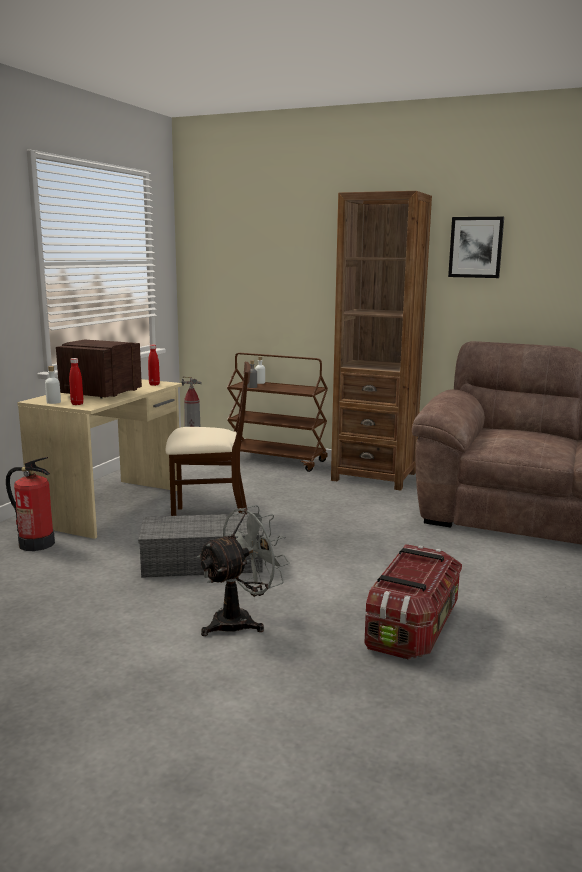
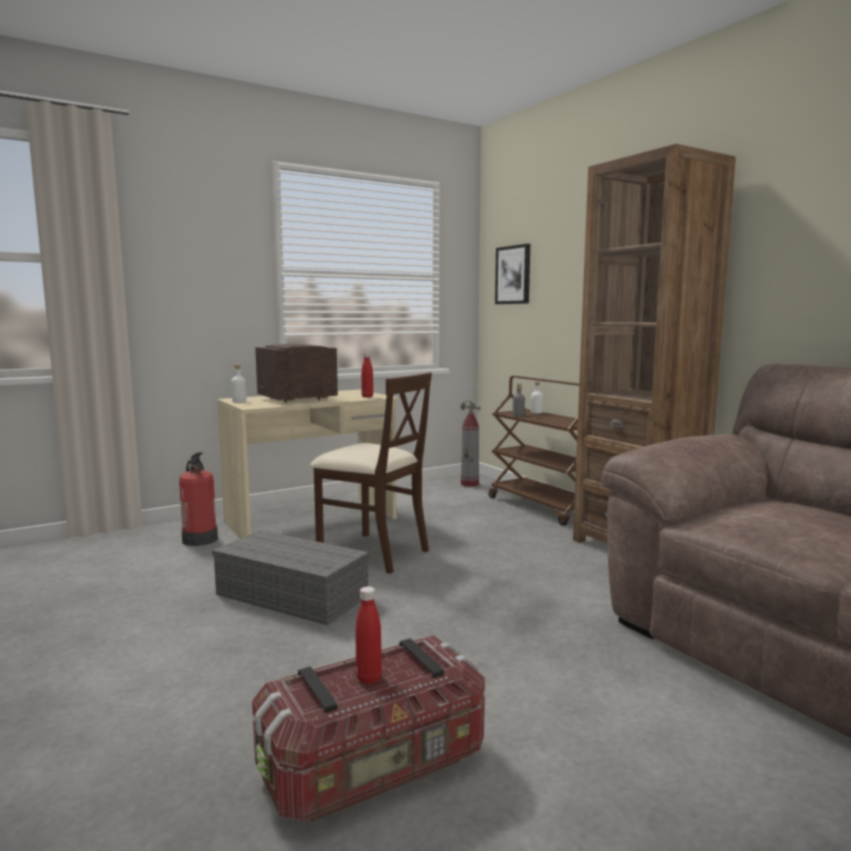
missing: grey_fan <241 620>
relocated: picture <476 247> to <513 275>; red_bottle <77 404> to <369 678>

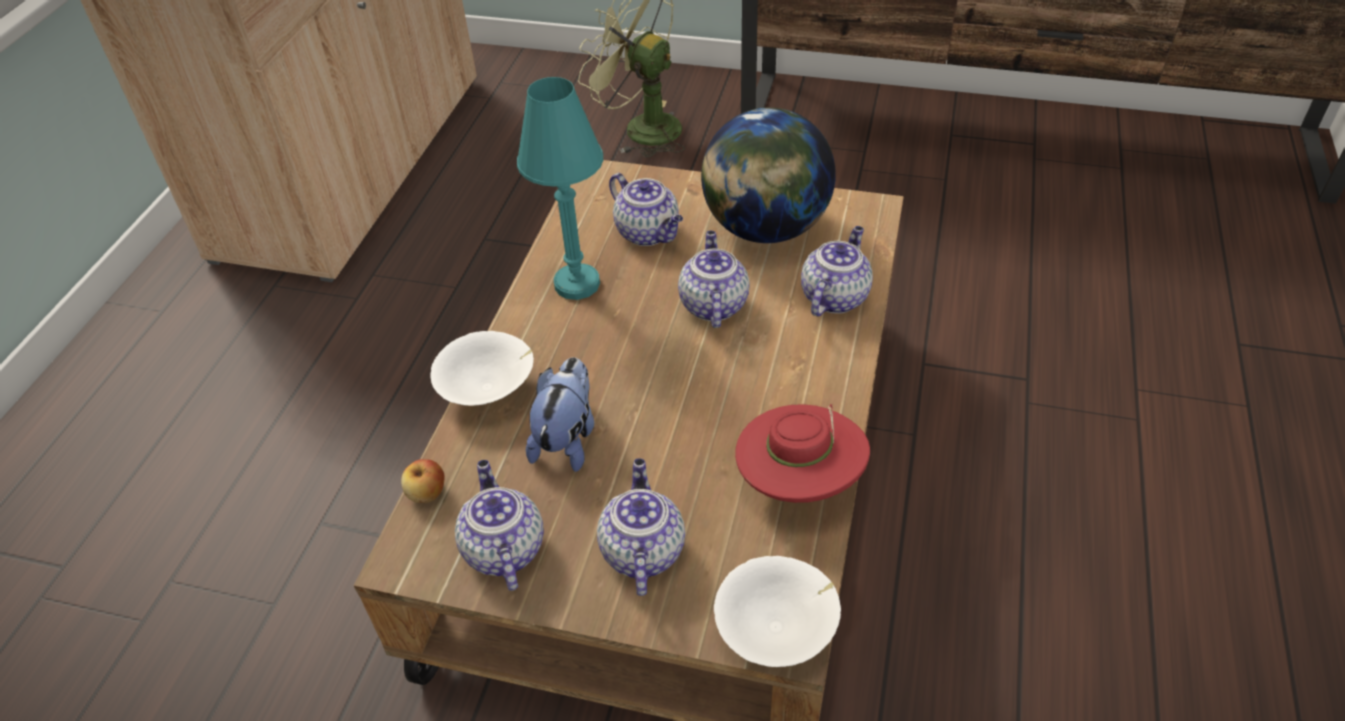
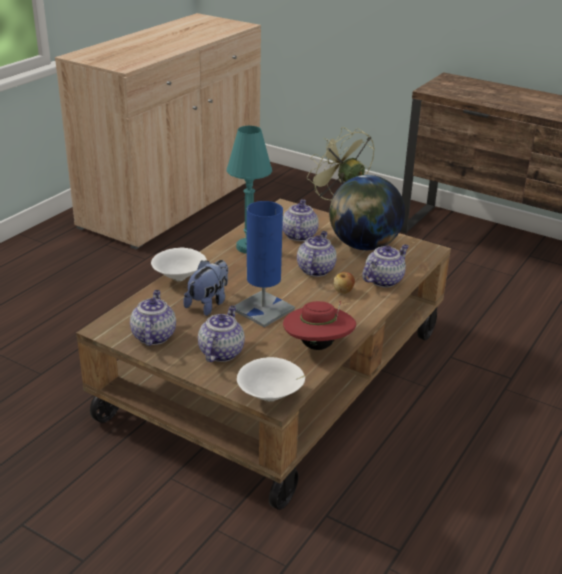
appeared: blue_table_lamp <263 309>
relocated: apple <427 493> to <343 291>
spun: teapot <649 233> = <299 235> 150 degrees counterclockwise

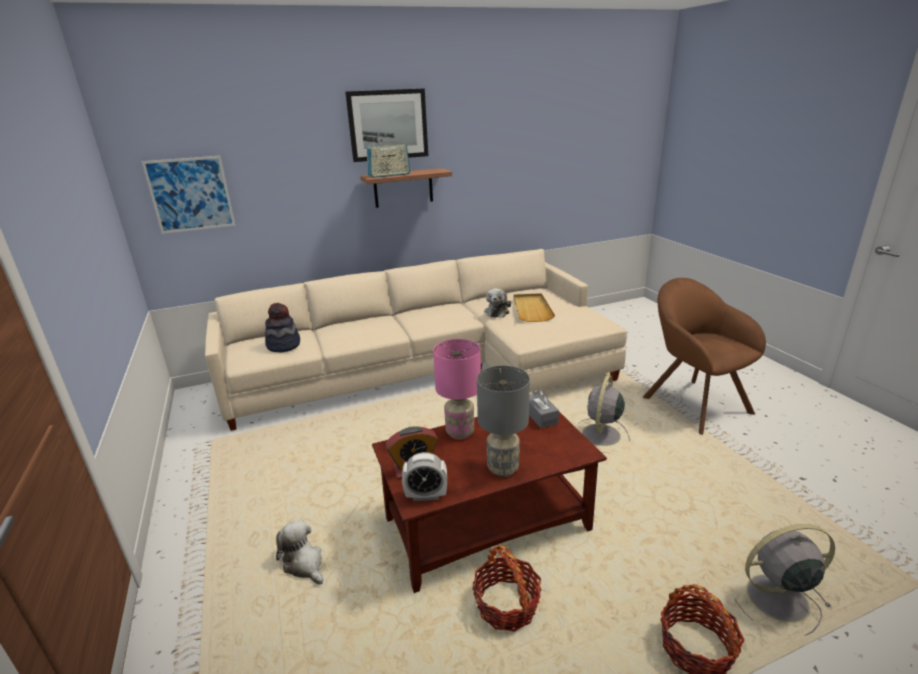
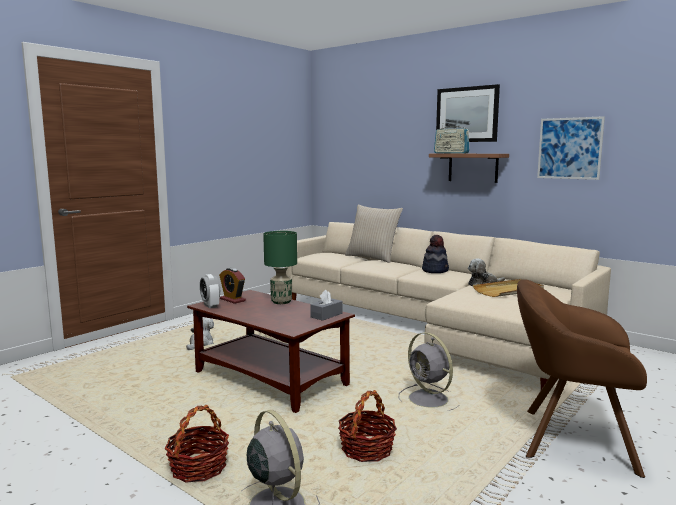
missing: grey_table_lamp <503 469>
appeared: beige_pillow <372 258>
relocated: picture <190 194> to <569 148>; hat <283 345> to <435 270>; basket <507 605> to <366 449>
colour: pink_table_lamp <459 432> to green_table_lamp <281 302>
spun: brown_armchair <692 402> = <571 439> 105 degrees counterclockwise; grey_fan <600 436> = <429 400> 120 degrees counterclockwise

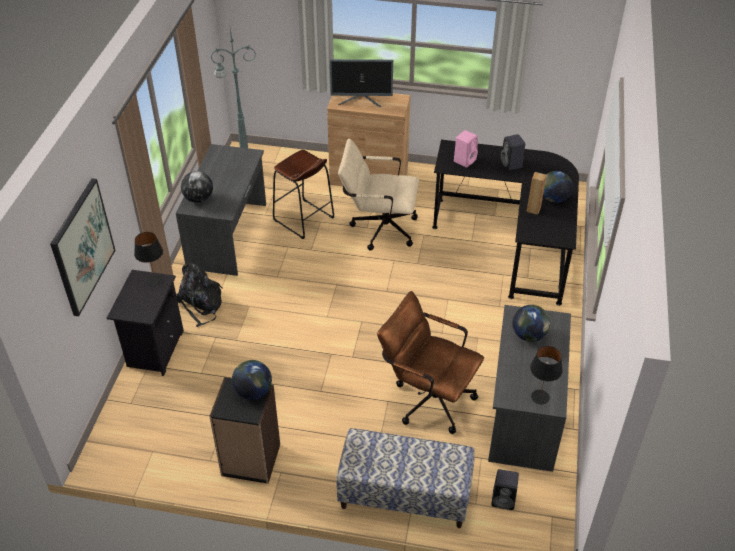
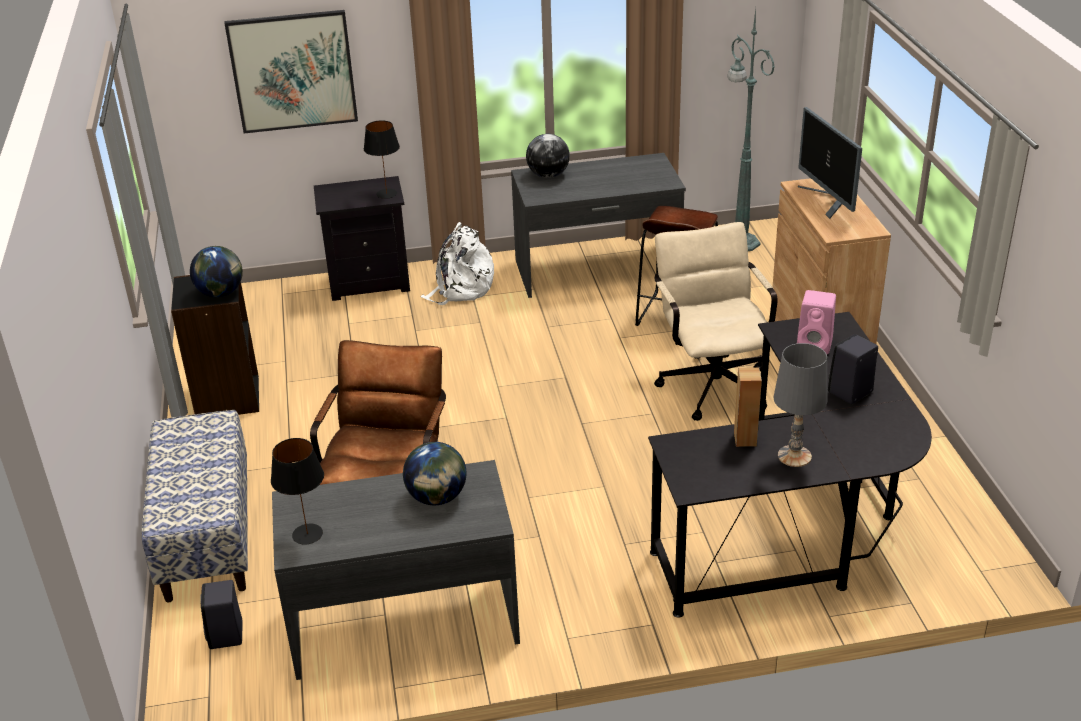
exchanged: globe <553 199> to grey_table_lamp <794 456>
colour: black_backpack <201 304> to white_backpack <461 289>

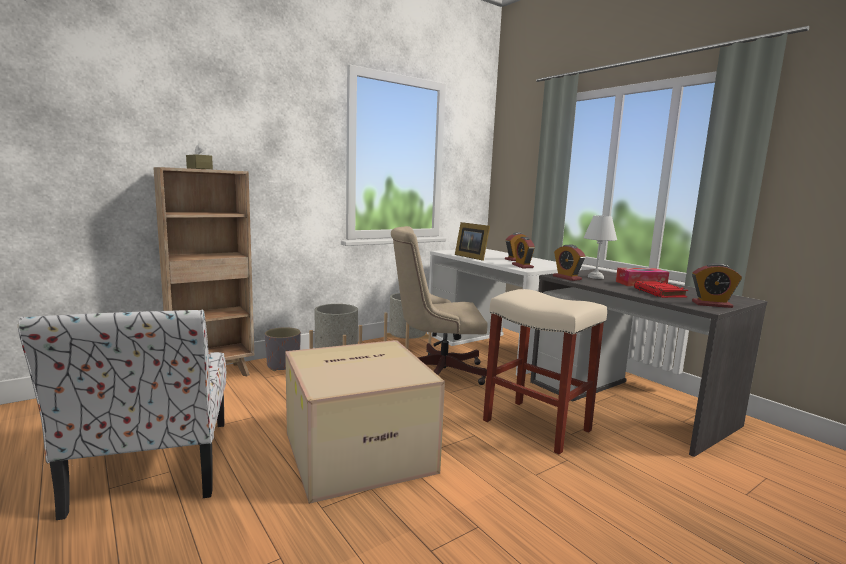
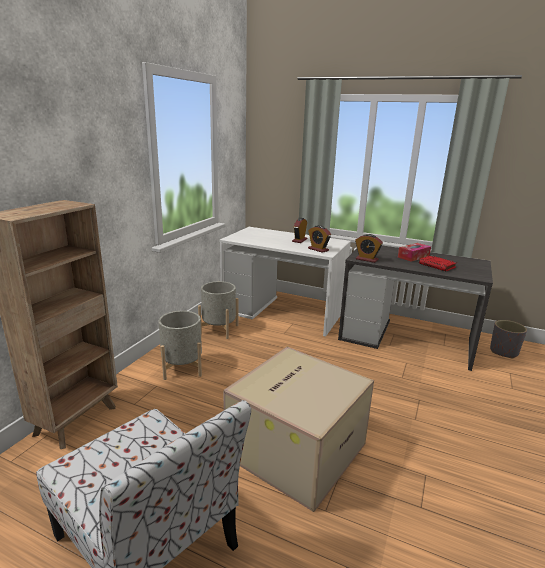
missing: brown_tissue_box <199 168>; white_table_lamp <594 277>; picture_frame <471 257>; beige_office_chair <436 371>; alarm_clock <711 304>; beige_stool <535 425>
relocated: grey_planter <283 365> to <503 351>

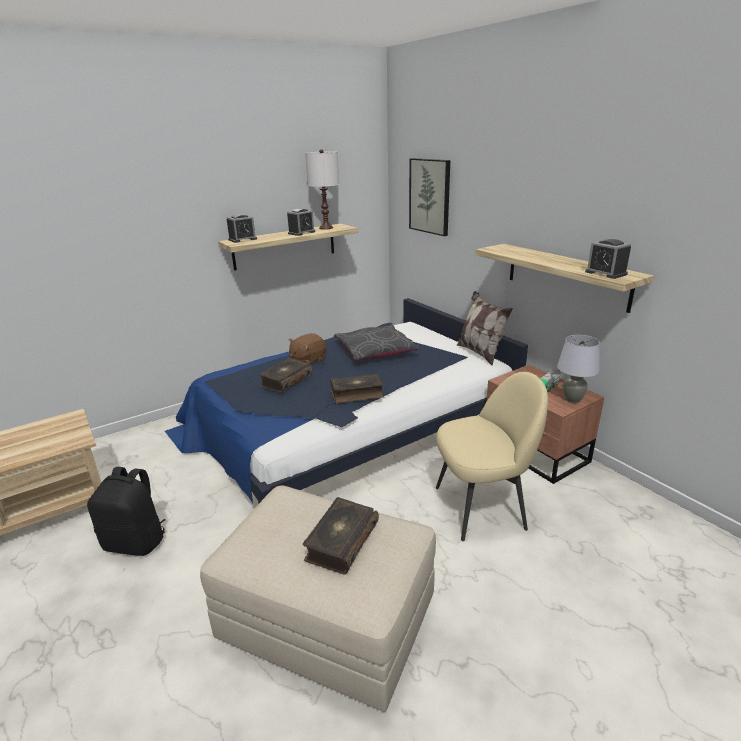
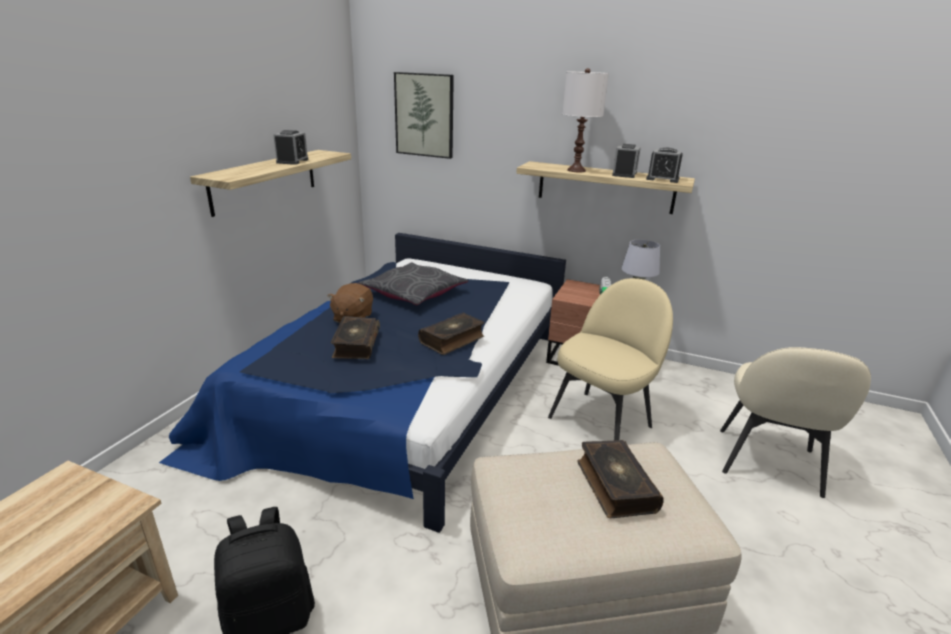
missing: pillow <480 352>
appeared: beige_chair <768 463>
relocated: white_table_lamp <326 228> to <576 170>; alarm_clock <242 239> to <624 174>

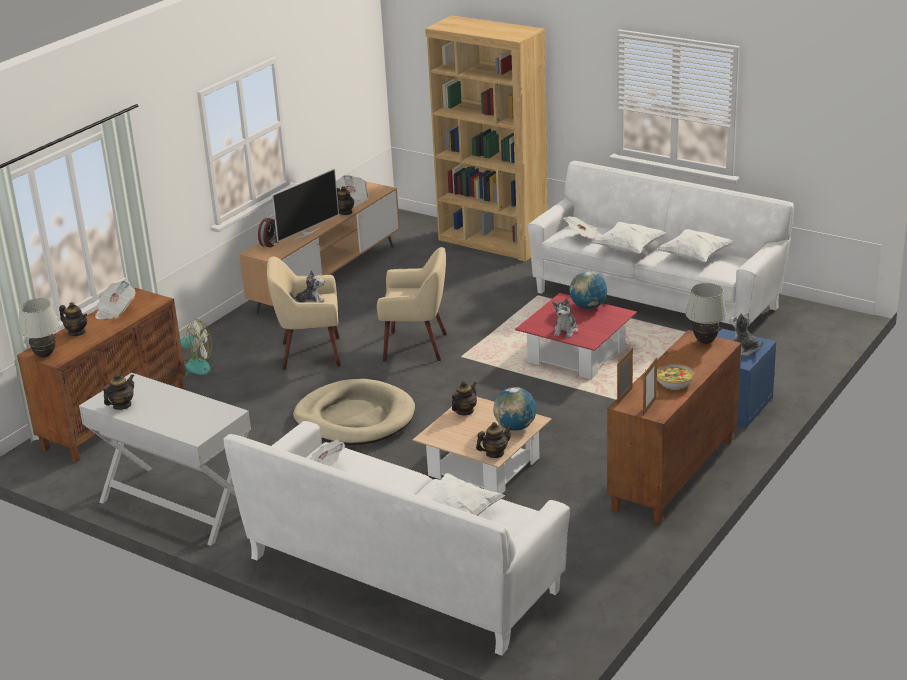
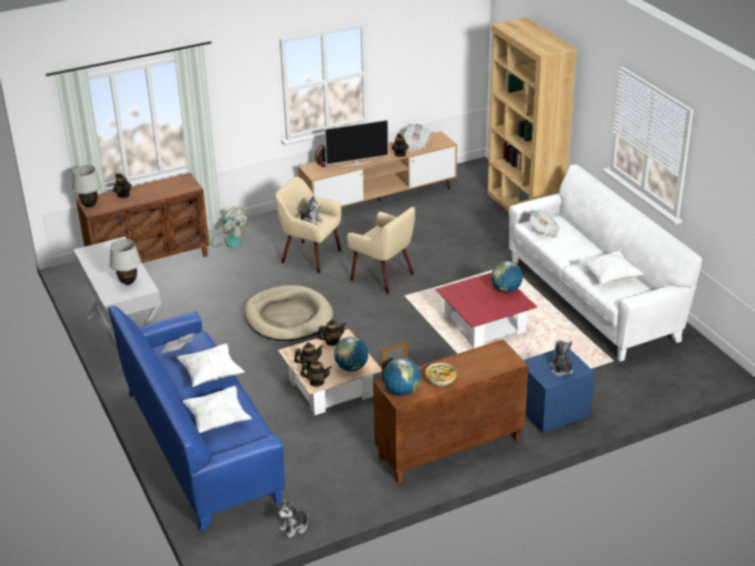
missing: newspaper <115 311>
relocated: white_pillow <628 249> to <211 374>; white_table_lamp <705 341> to <128 282>; plush_toy <566 330> to <294 527>; teapot <122 405> to <309 365>
exchanged: picture_frame <649 407> to globe <401 391>
colour: white_sofa <402 574> to blue_sofa <201 445>

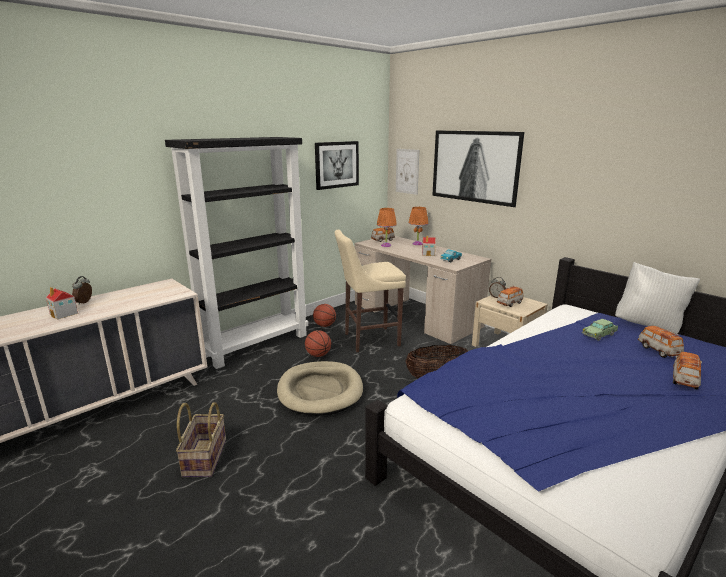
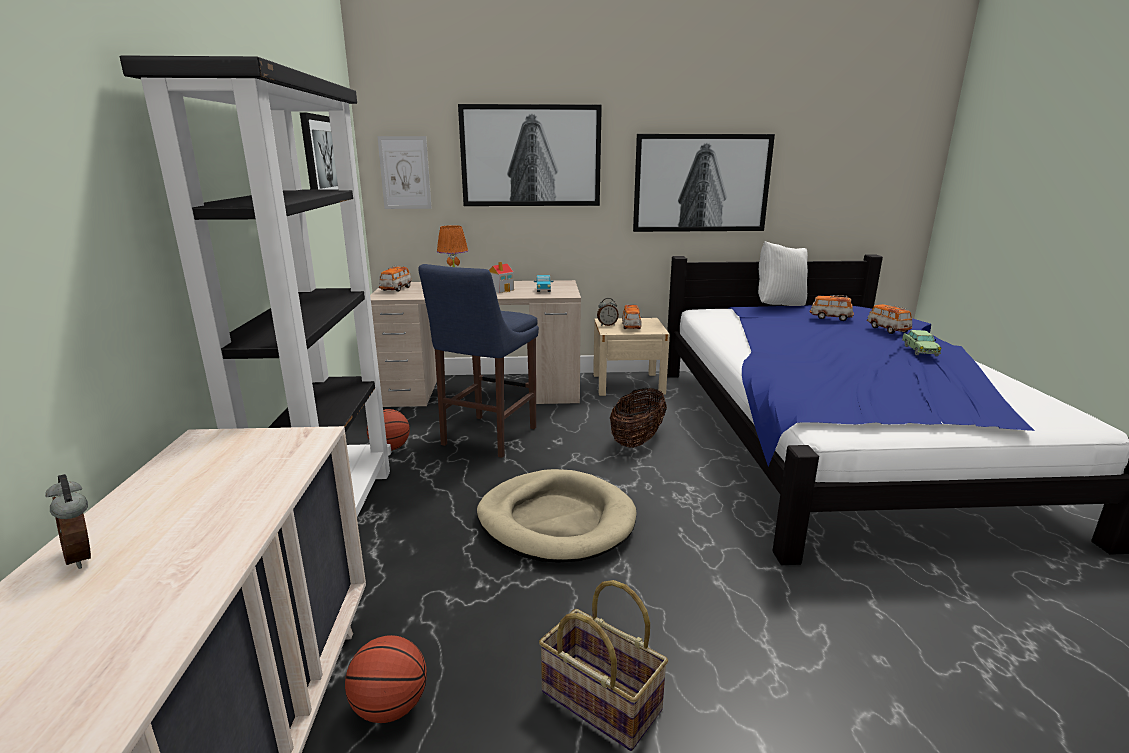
missing: orange_table_lamp <386 245>; toy_house <64 314>
appeared: picture <701 183>
relocated: toy_car <599 334> to <919 350>; basketball <318 355> to <390 707>
colour: beige_stool <368 339> to blue_stool <486 438>

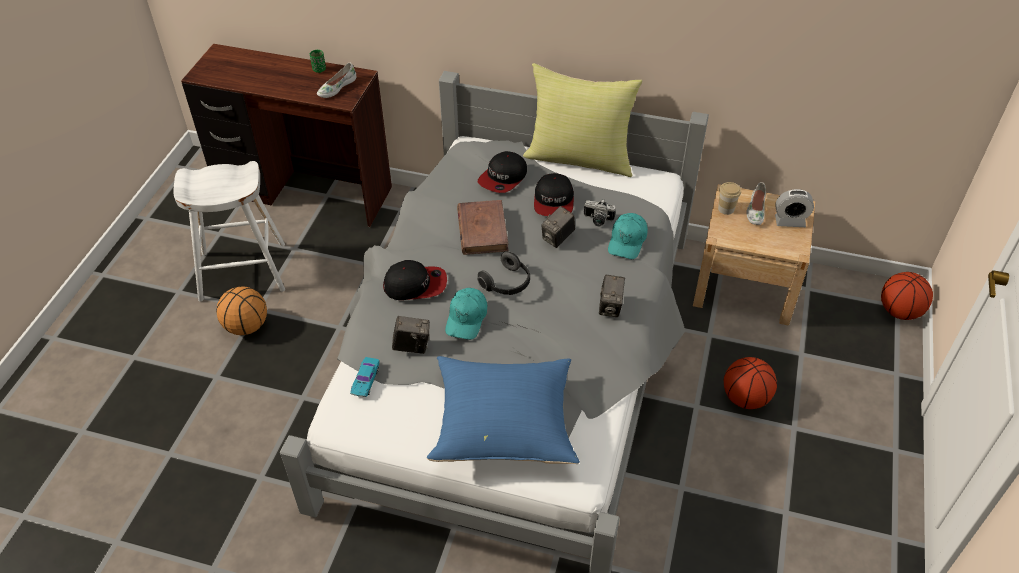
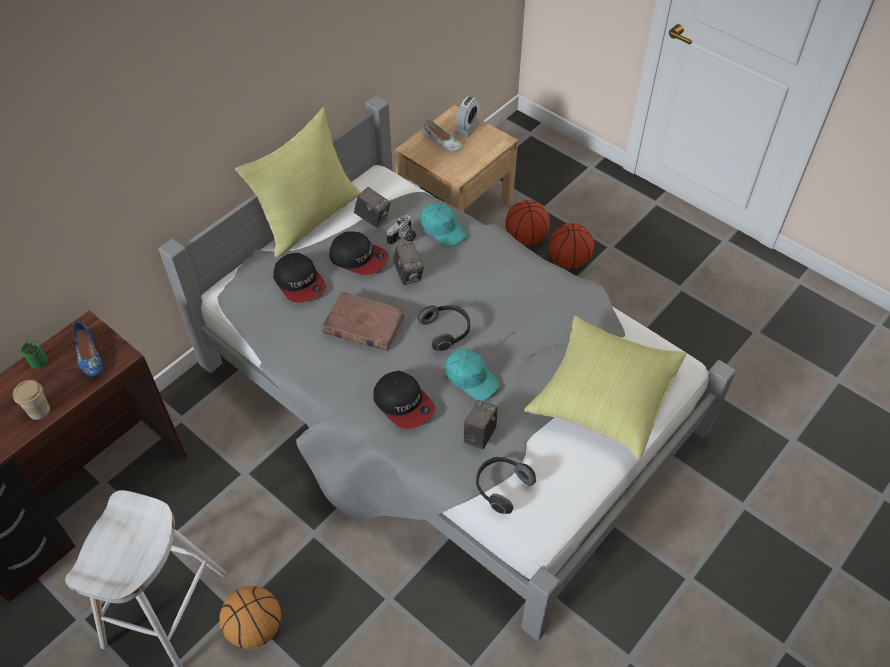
relocated: cup <726 209> to <39 410>; basketball <899 312> to <526 238>; photo_camera <610 307> to <373 218>
exchanged: turquoise_toy_car <365 380> to headphones <501 487>
colour: white_shoe <336 87> to blue_shoe <88 356>; blue_pillow <505 424> to yellow_pillow <603 397>
spun: cap <415 284> = <403 403> 120 degrees clockwise

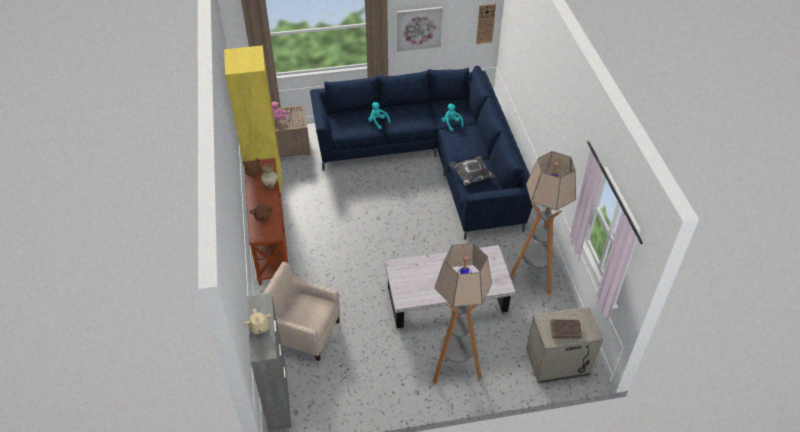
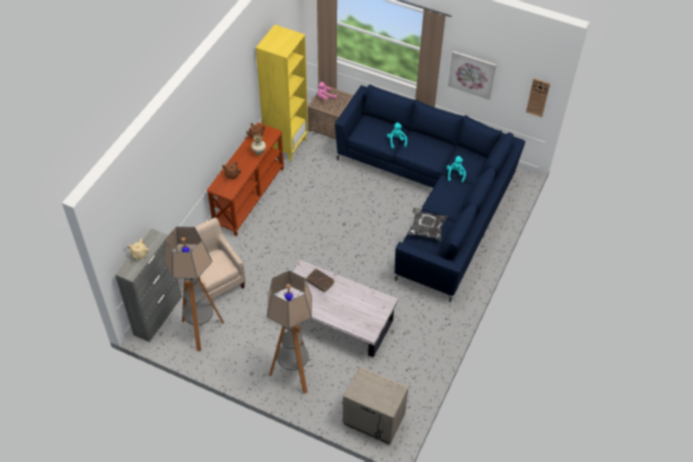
relocated: floor_lamp <533 278> to <201 330>; brown_book <565 331> to <320 282>

